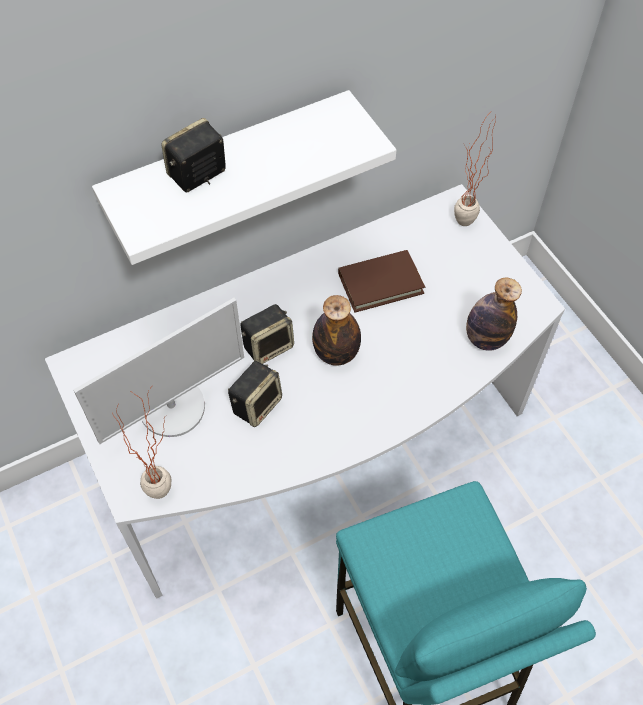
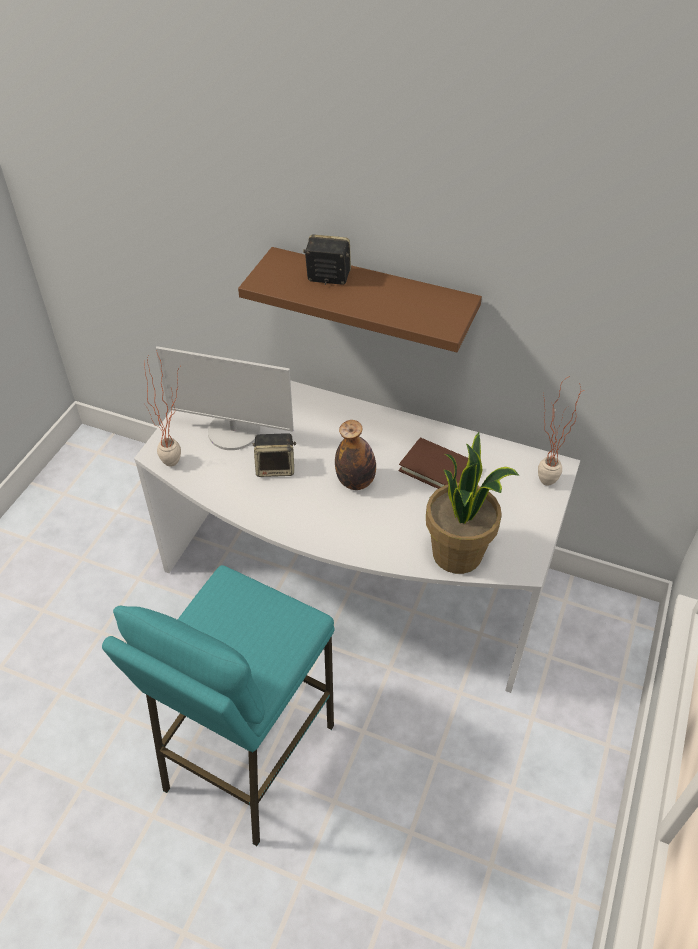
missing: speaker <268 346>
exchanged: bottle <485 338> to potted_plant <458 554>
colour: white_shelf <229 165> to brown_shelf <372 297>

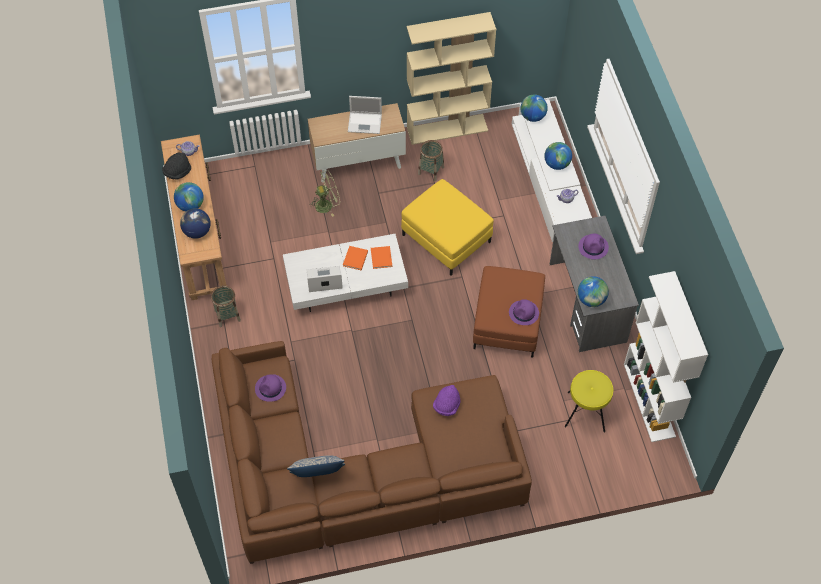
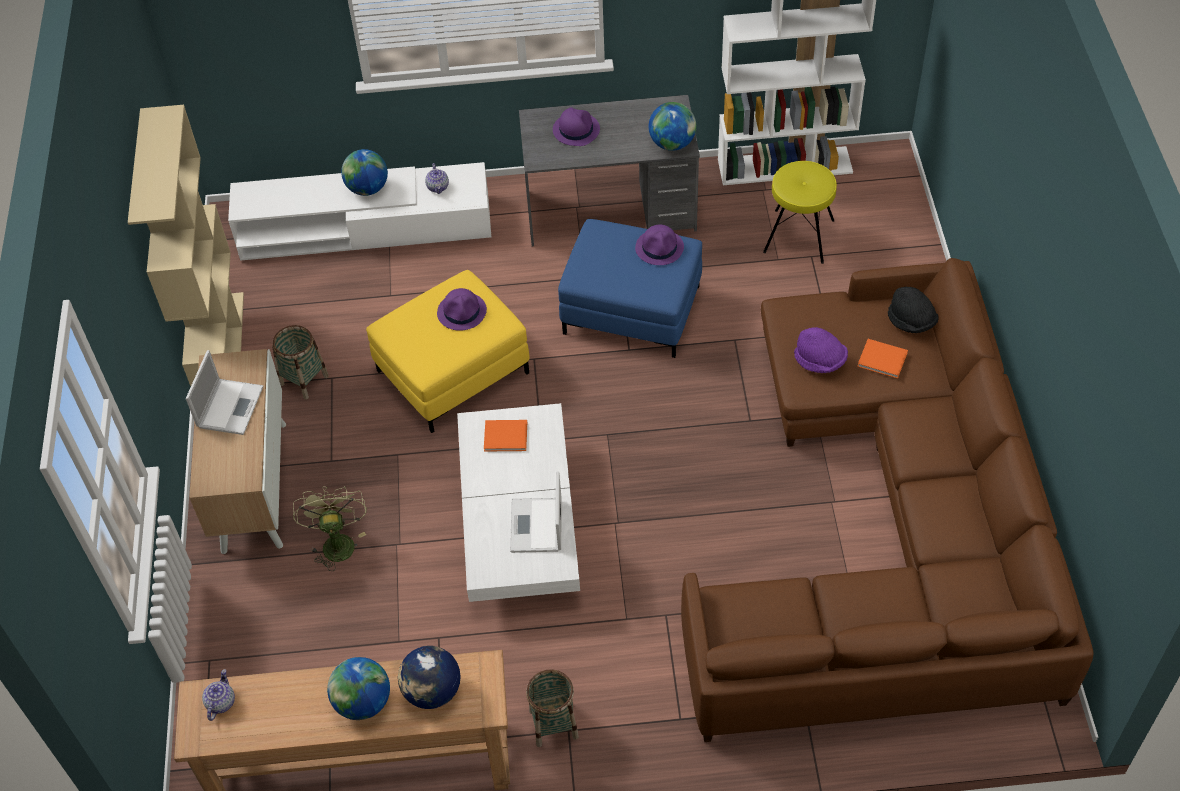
missing: globe <532 116>; pillow <318 477>
relocated: black_hat <177 172> to <911 321>; orange_book <355 259> to <883 360>; purple_hat <270 388> to <462 312>
colour: brown_ottoman <507 323> to blue_ottoman <632 309>

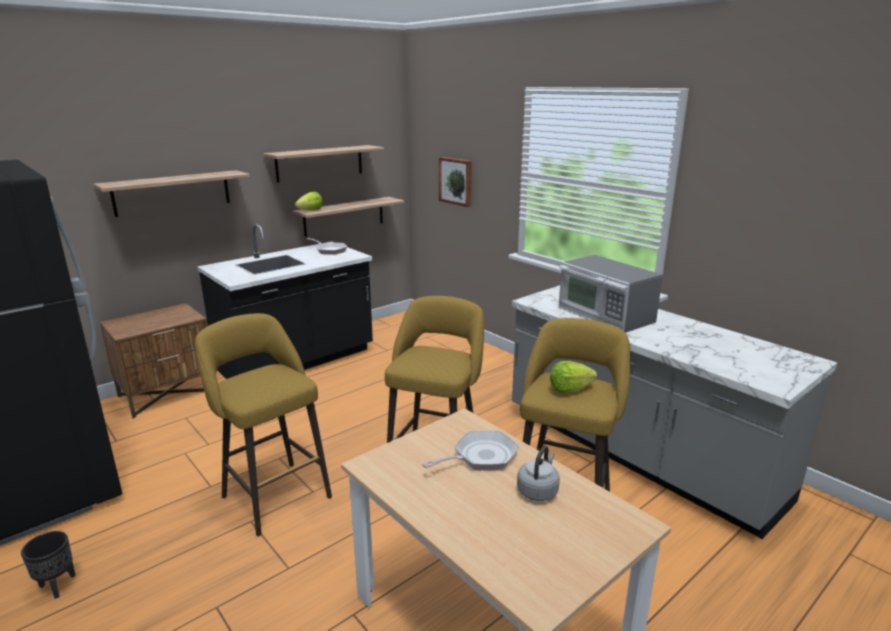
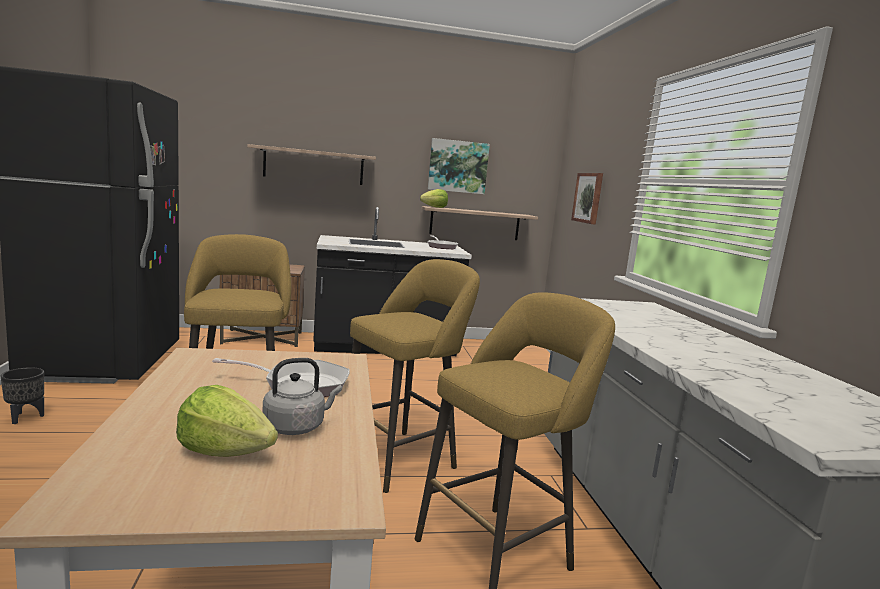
missing: microwave <604 315>
relocated: lettuce <569 389> to <224 451>
exchanged: shelf <320 163> to picture <458 166>

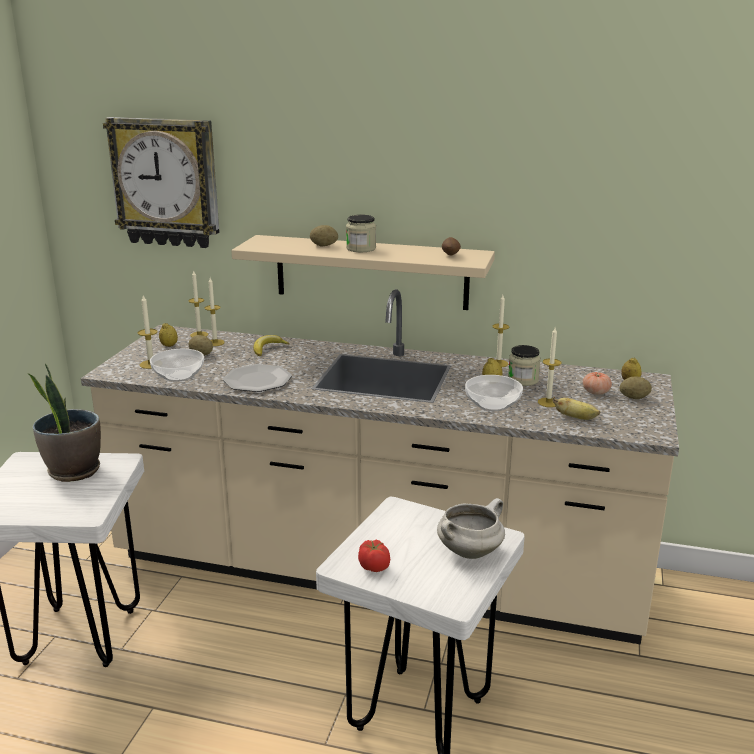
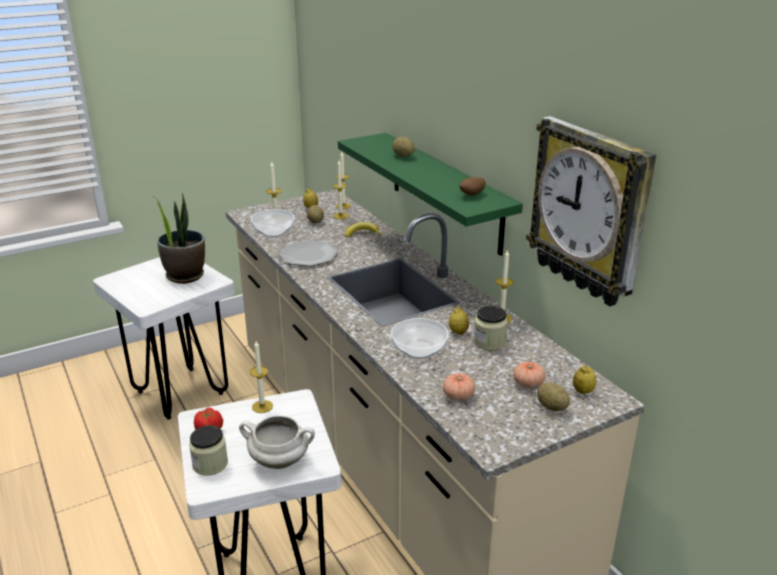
relocated: wall_clock <166 182> to <590 211>; jar <361 248> to <210 464>; candle <548 402> to <262 406>
exchanged: banana <576 418> to tomato <458 396>
colour: beige_shelf <371 272> to green_shelf <445 191>

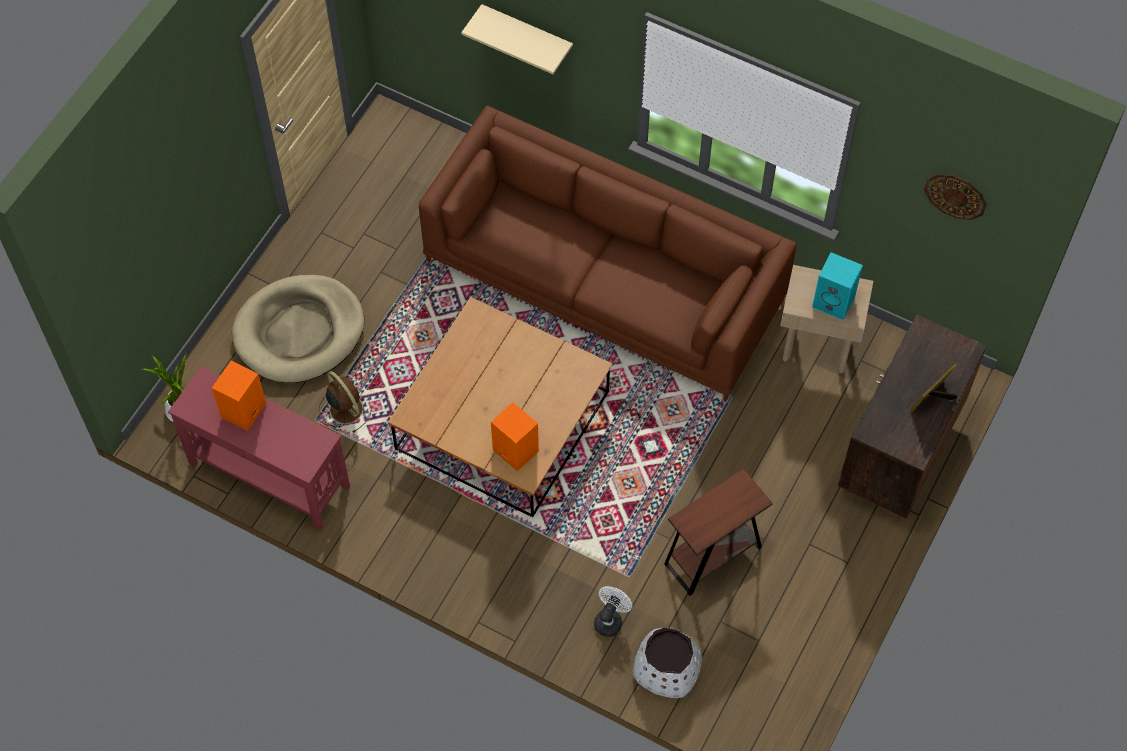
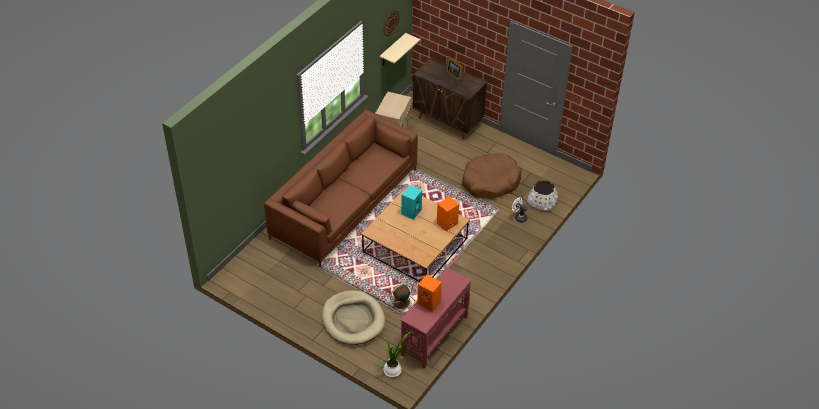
relocated: beige_shelf <527 34> to <392 50>; turquoise_speaker <834 301> to <411 211>
exchanged: brown_side_table <713 555> to brown_dog_bed <490 182>

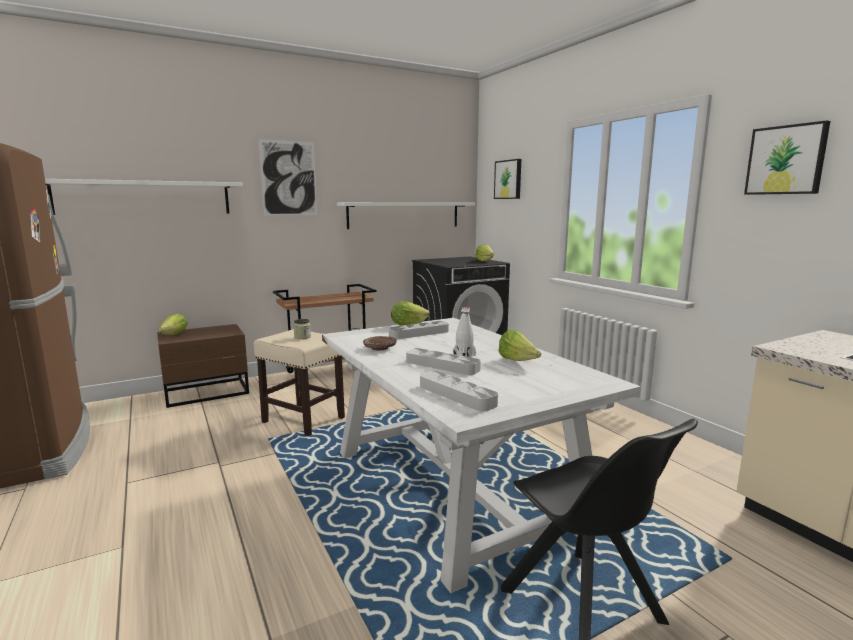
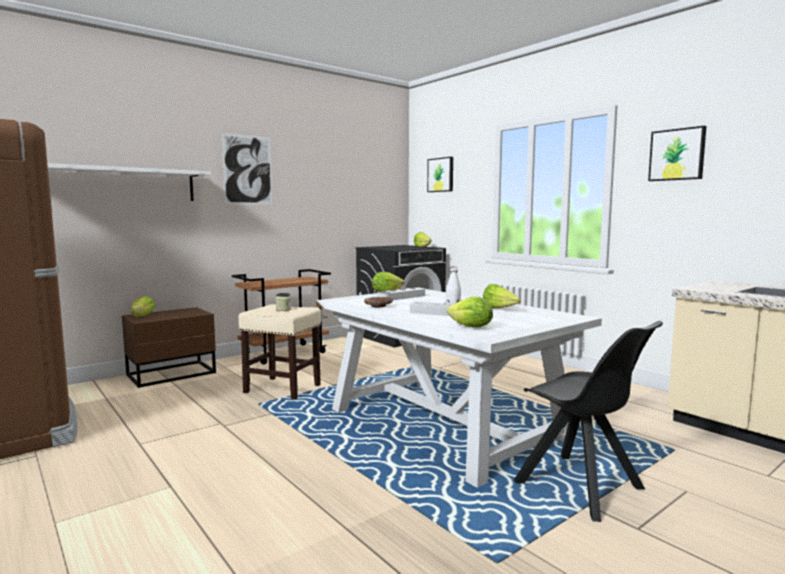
missing: white_shelf <404 215>
exchanged: grey_tray <456 395> to lettuce <471 327>

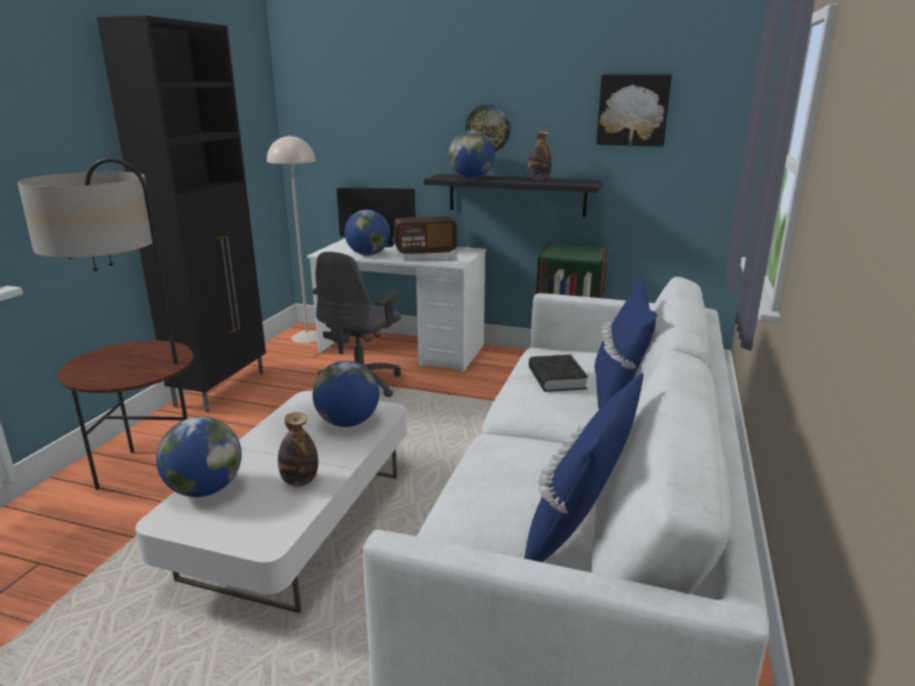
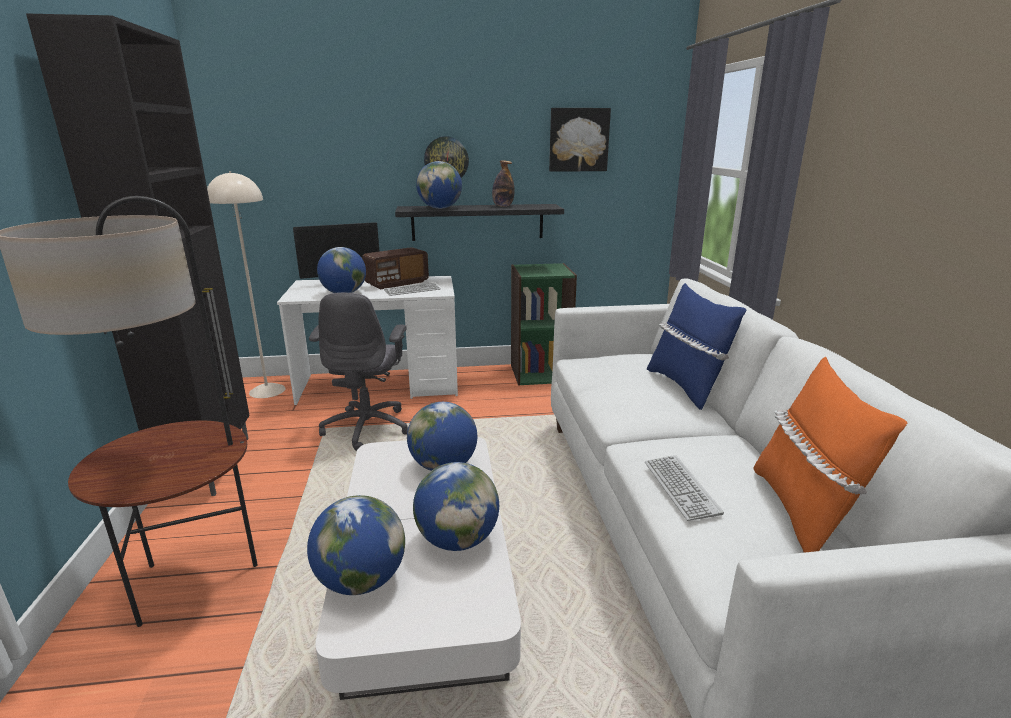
missing: black_book <556 378>
appeared: keyboard <680 488>
exchanged: bottle <300 481> to globe <457 540>
colour: blue_pillow <579 533> to orange_pillow <802 511>

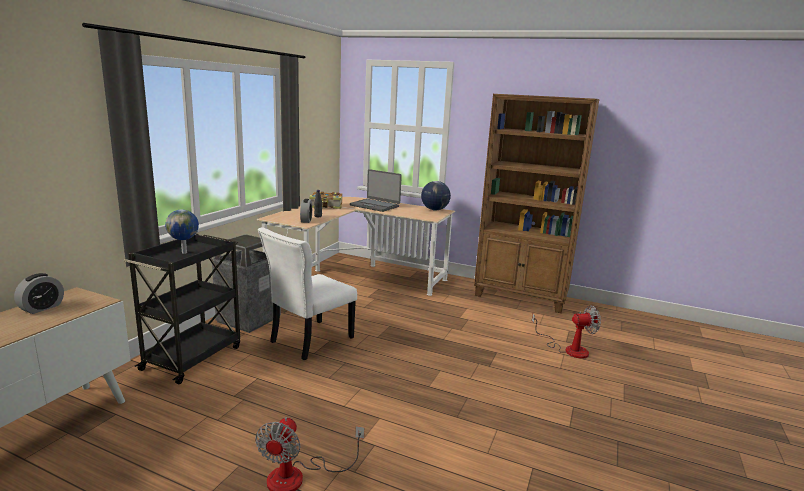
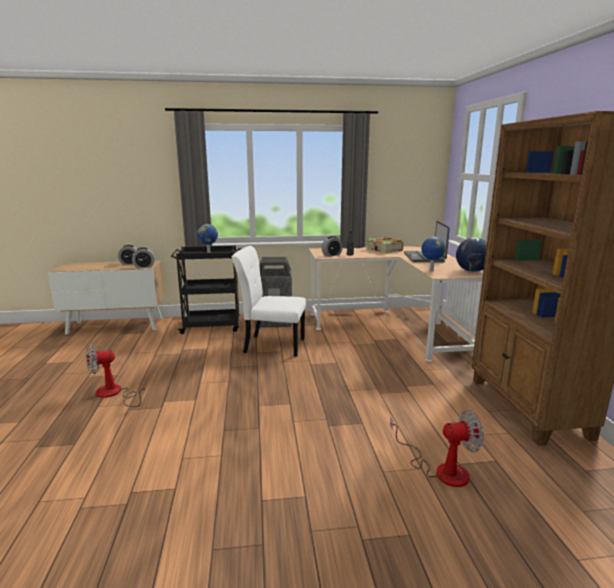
appeared: globe <431 270>; alarm_clock <144 266>
spun: fan <568 349> = <441 469> 60 degrees counterclockwise

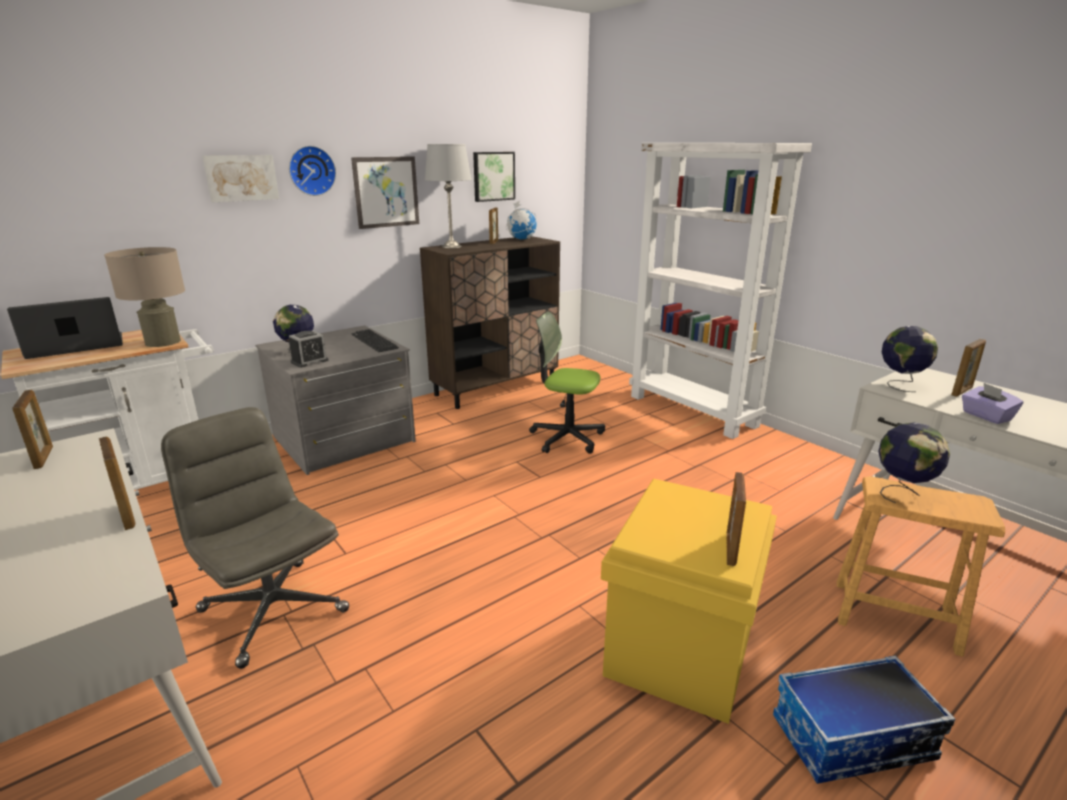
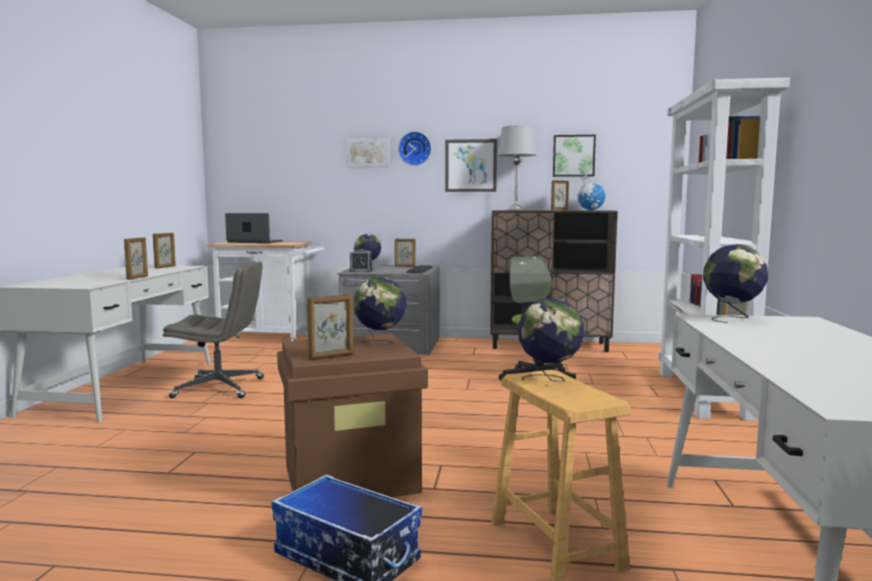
missing: beige_table_lamp <163 342>; purple_tissue_box <986 416>
appeared: globe <380 344>
relocated: picture_frame <962 391> to <405 266>
colour: yellow_storage_box <679 648> to brown_storage_box <352 477>
spun: grey_office_chair <272 610> = <220 388> 90 degrees clockwise

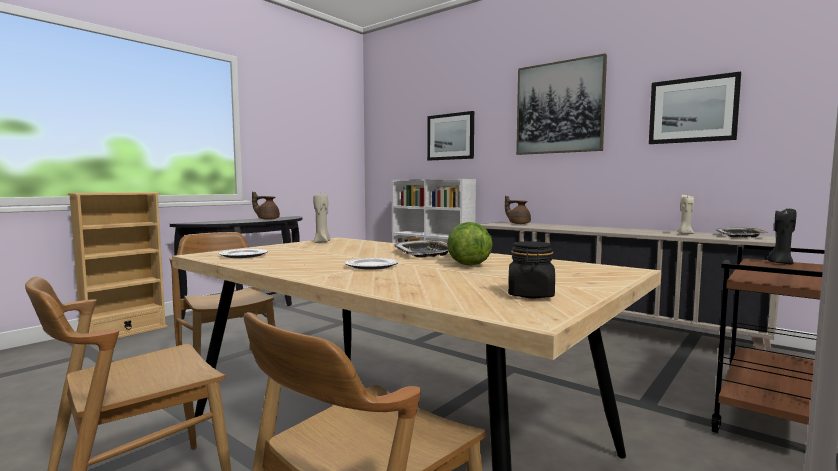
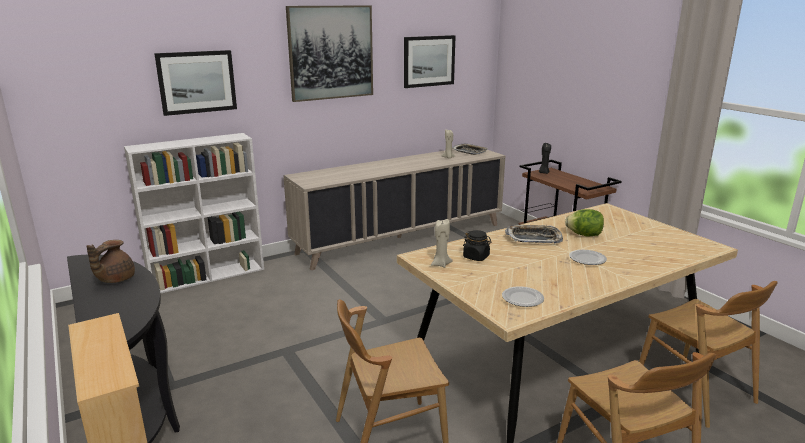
missing: brown_teapot <518 223>
relocated: black_jar <530 295> to <476 257>

